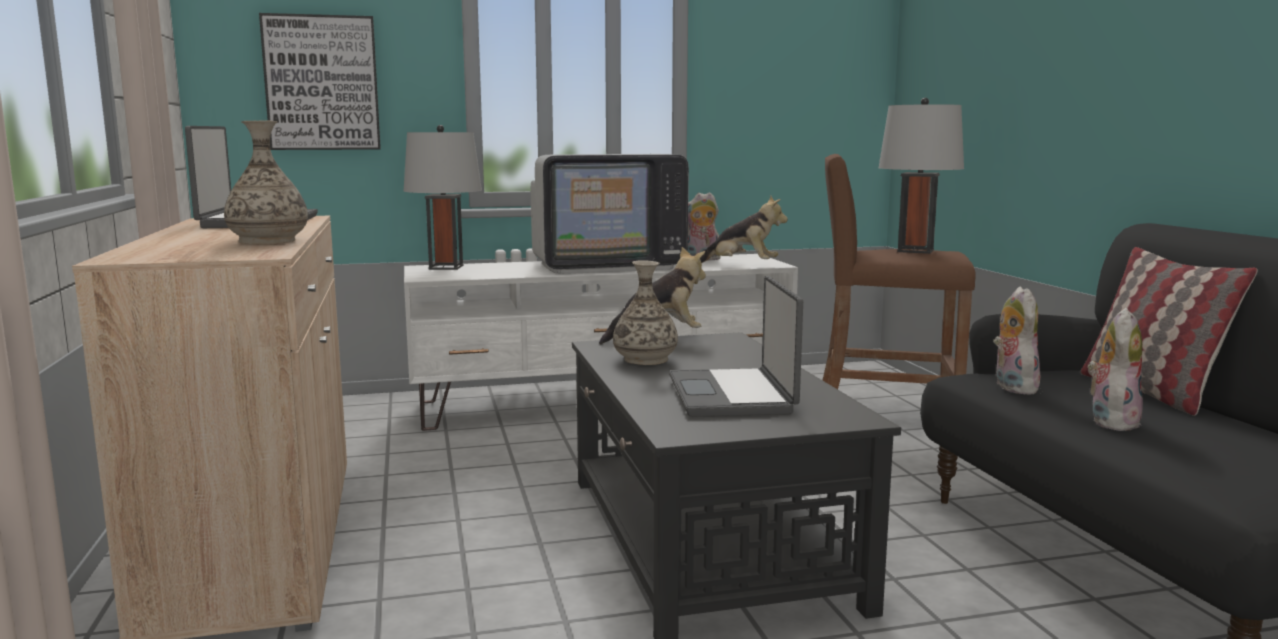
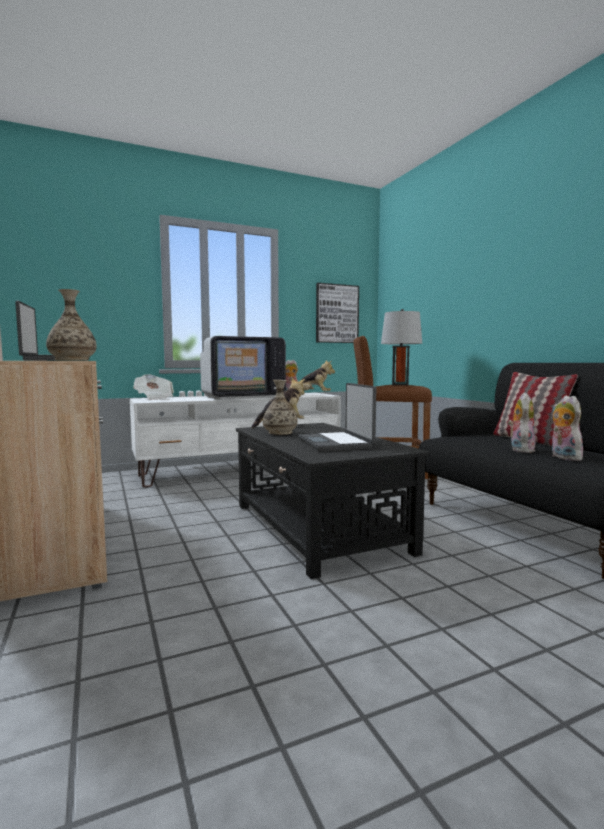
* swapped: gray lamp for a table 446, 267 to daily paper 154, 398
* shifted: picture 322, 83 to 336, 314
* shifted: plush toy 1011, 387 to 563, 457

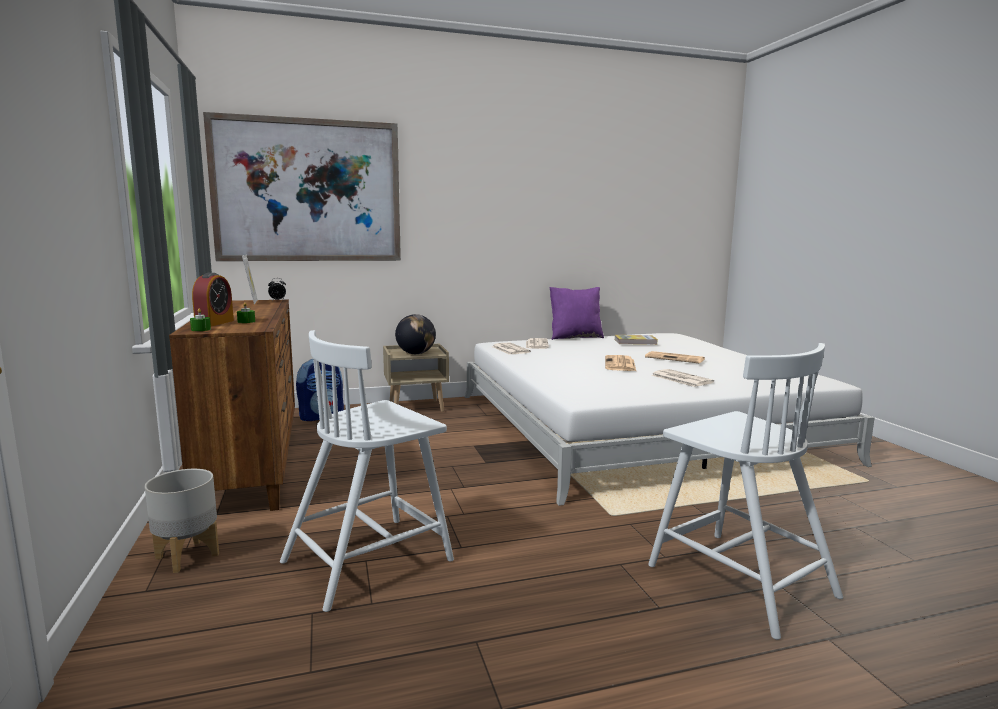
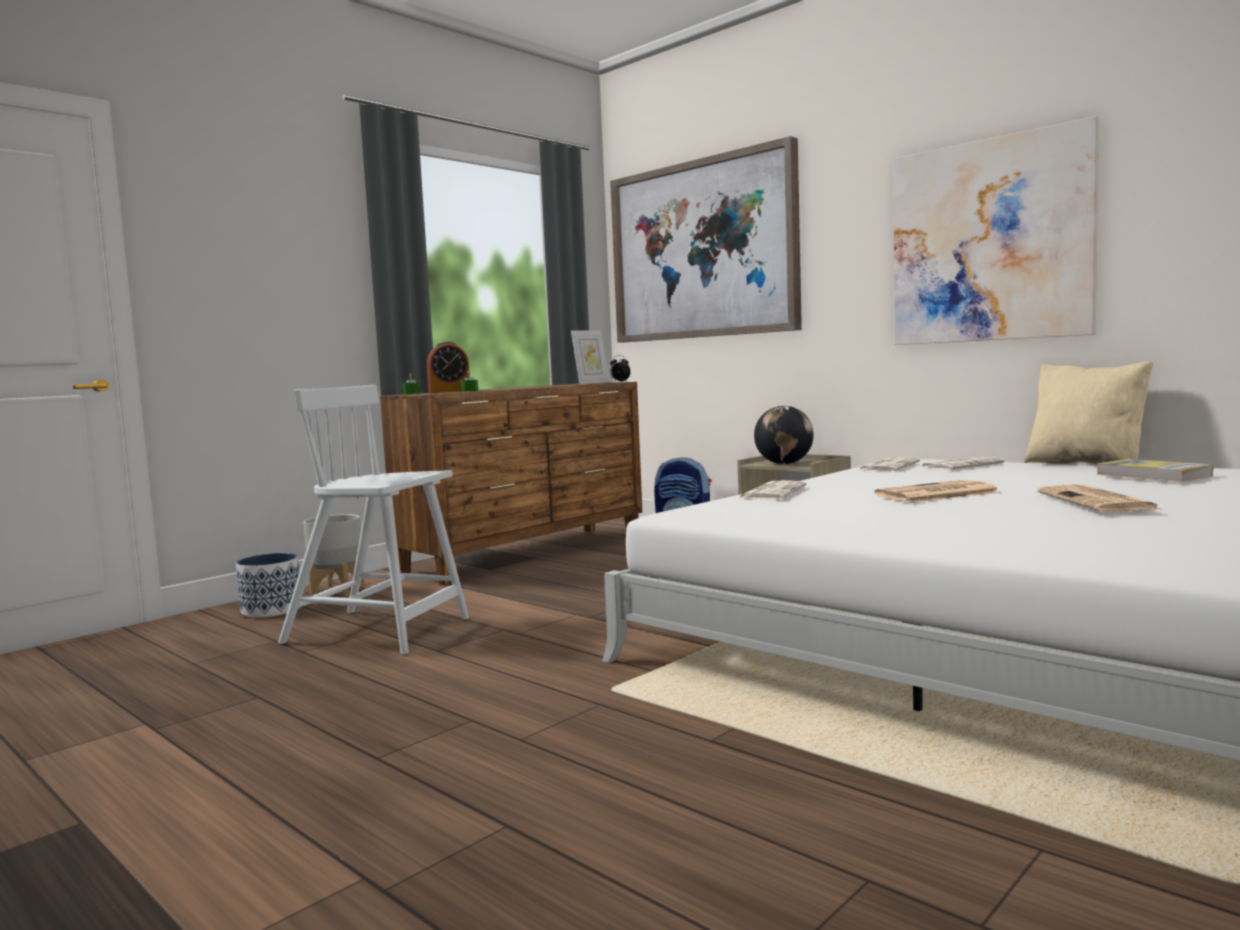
* new: planter 271, 610
* shifted: daily paper 680, 379 to 772, 492
* new: picture 989, 241
* repainted: purple-coloured pillow 575, 337 to sand-coloured pillow 1085, 464
* gone: white-coloured upright chair 738, 579

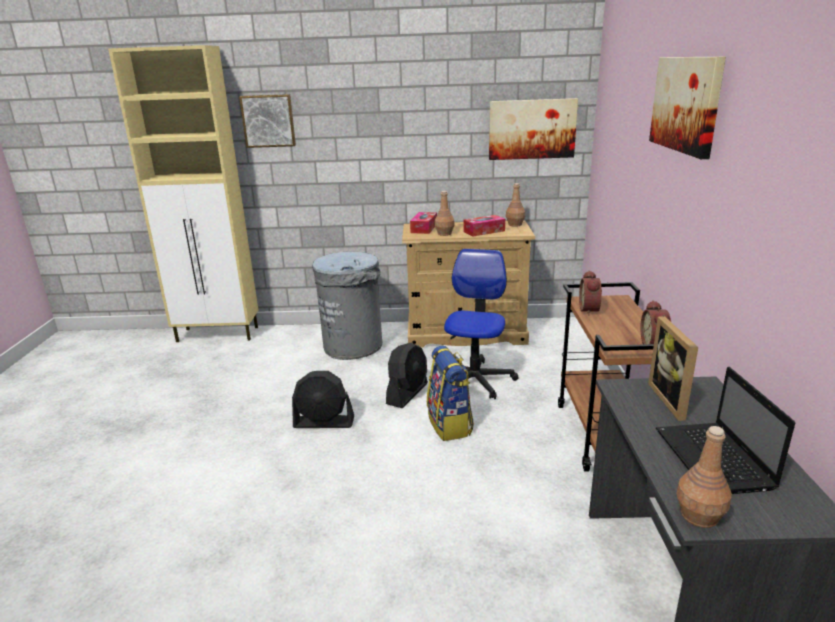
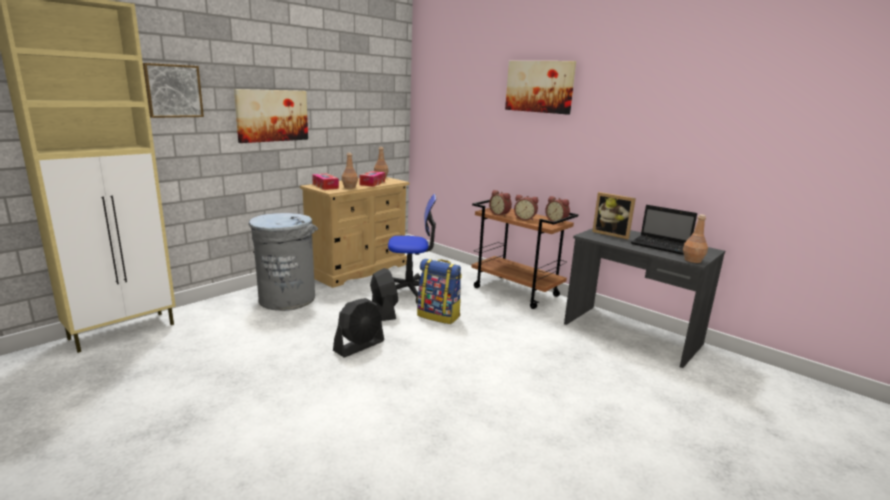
* shifted: picture 532, 129 to 272, 115
* rotated: computer chair 475, 380 = 410, 290 120 degrees clockwise
* new: bedside clock 525, 219

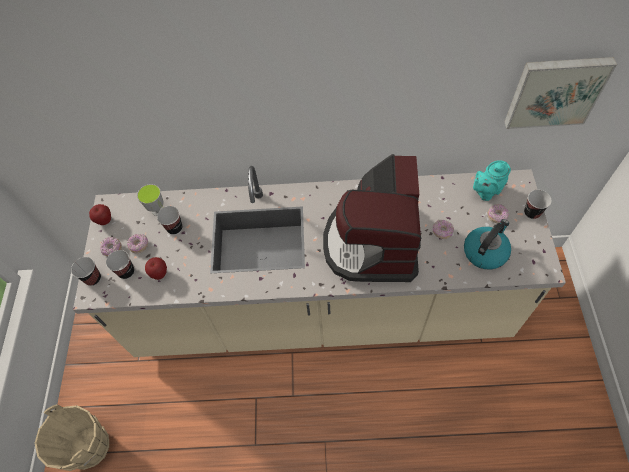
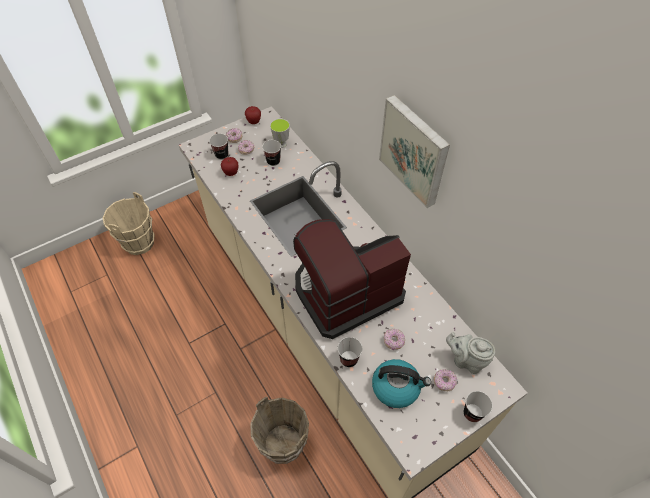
* new: brownish pail 283, 444
* shifted: cup 93, 278 to 348, 359
* shifted: picture 555, 91 to 415, 150
* repainted: turquoise-coloured teapot 486, 191 to gray teapot 466, 360

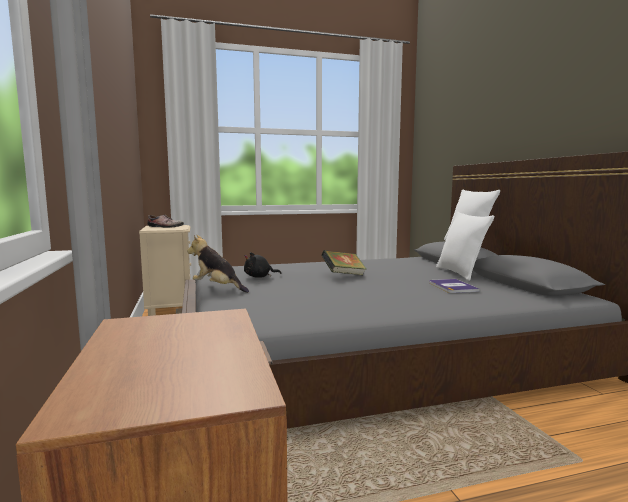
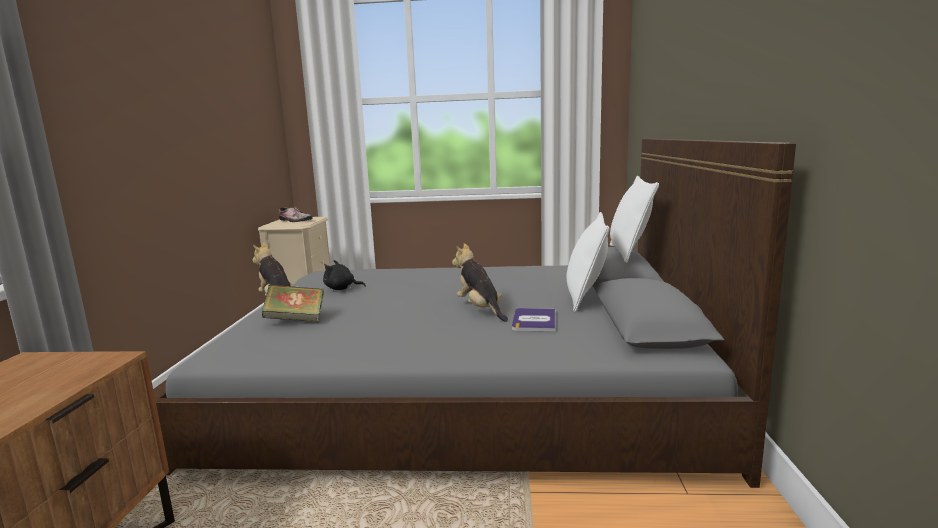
* shifted: bound book 343, 275 to 296, 320
* new: plush toy 480, 309

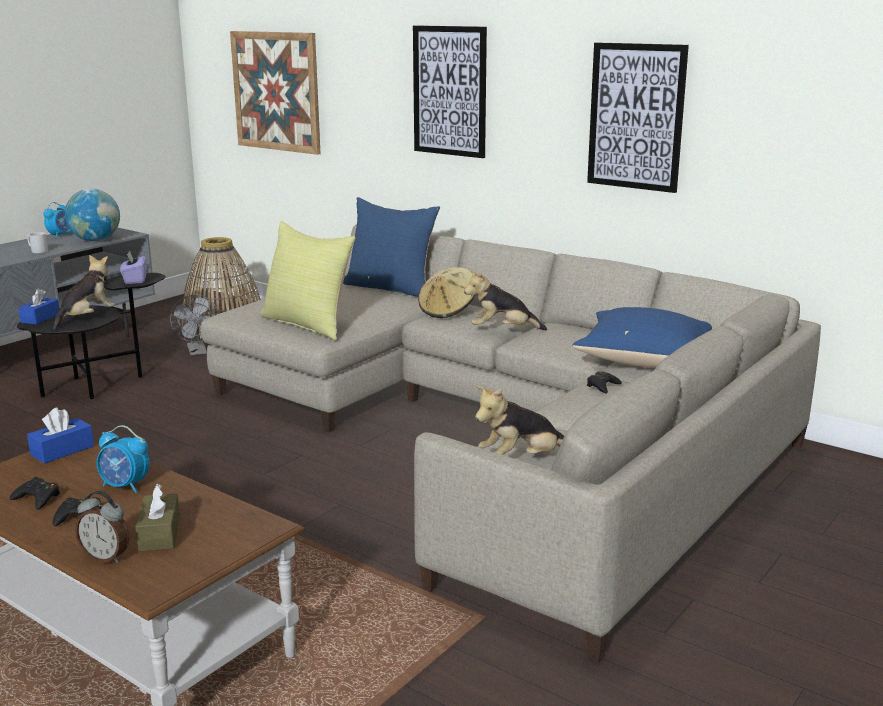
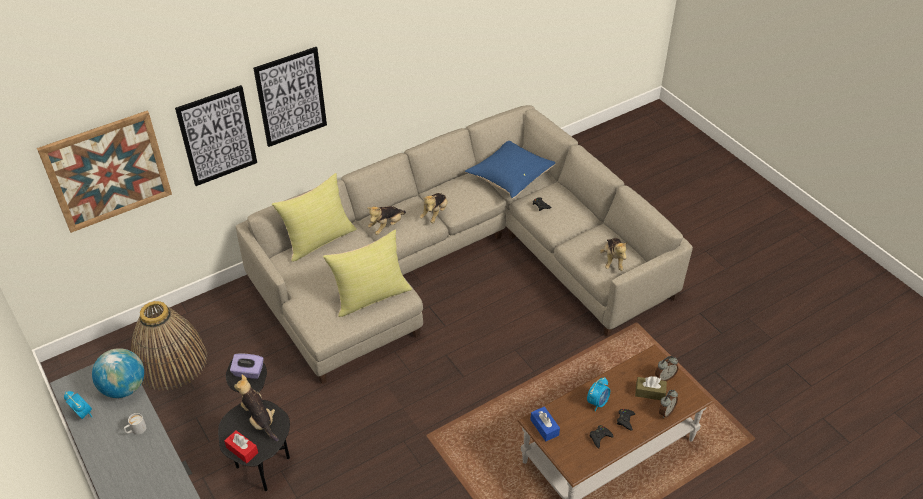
* shifted: picture 636, 117 to 217, 136
* repainted: bluish tissue holder 40, 318 to red-coloured tissue holder 242, 450
* repainted: bluish pillow 391, 288 to yellow pillow 319, 240
* swapped: sand-coloured wearable hat 448, 311 to plush toy 386, 226
* new: bedside clock 664, 377
* gone: gray fan 198, 352

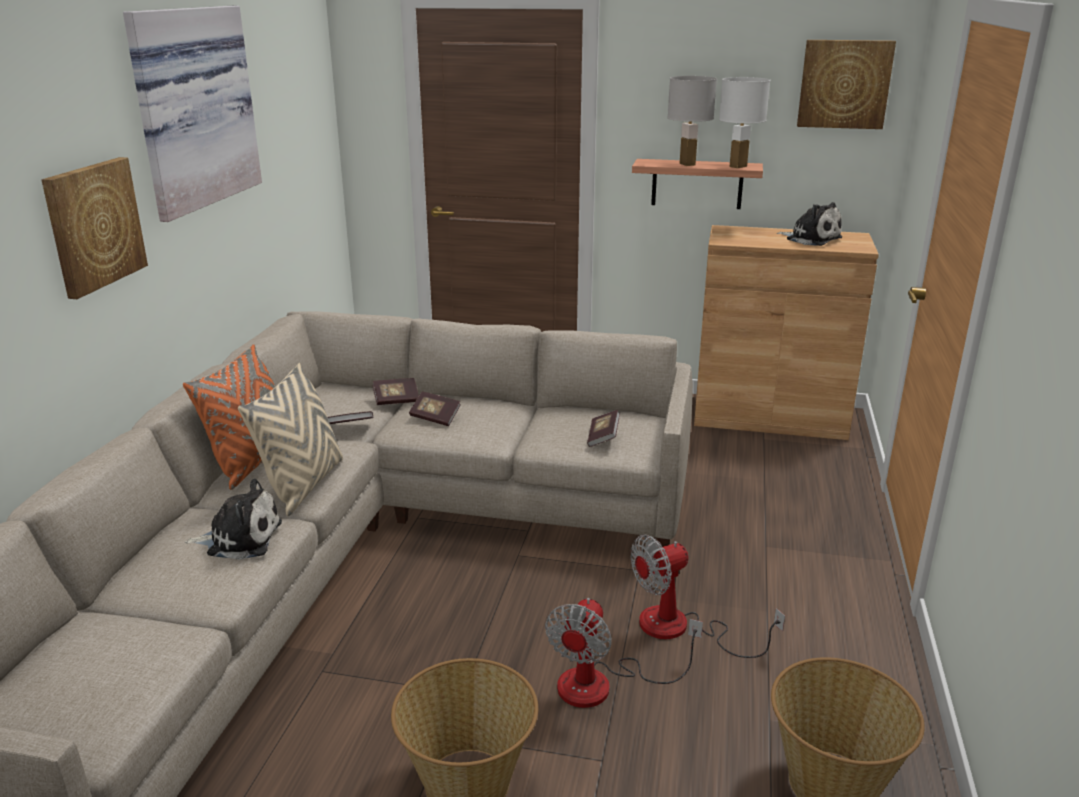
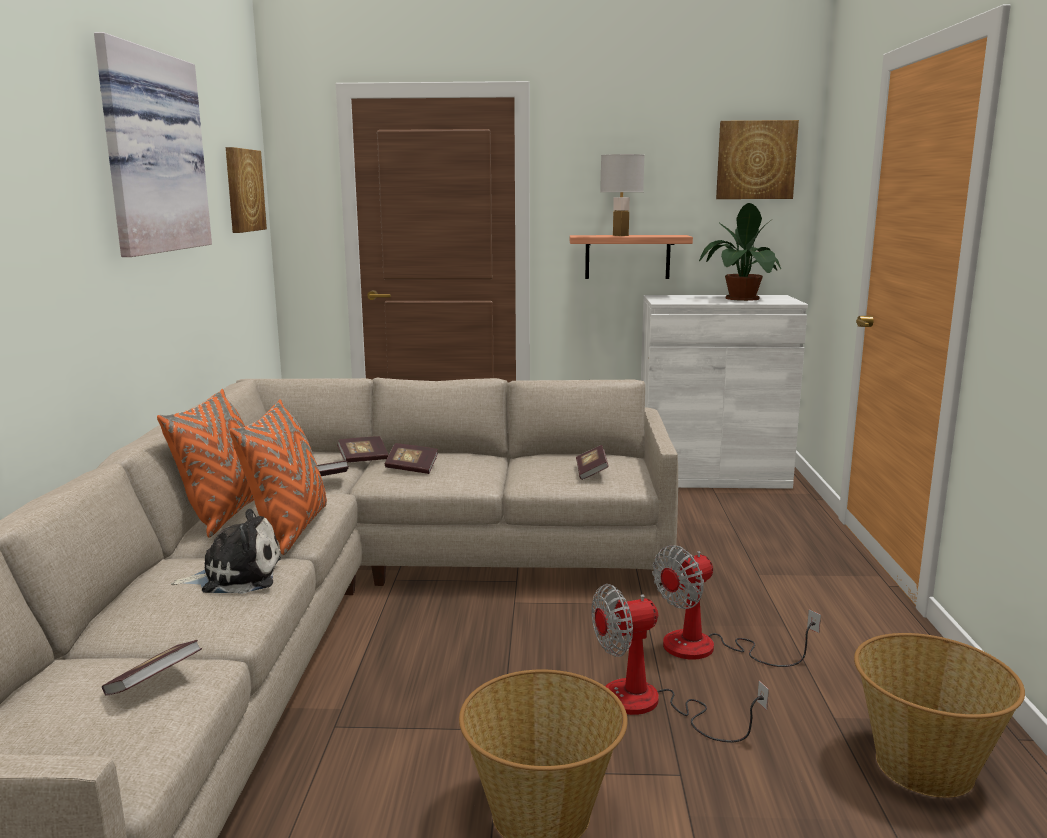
* new: bound book 154, 684
* shifted: picture 94, 225 to 243, 190
* repainted: sand-coloured pillow 303, 485 to orangey pillow 290, 529
* rotated: fan 602, 684 = 650, 705 60 degrees clockwise
* repainted: brownish cupboard 769, 417 to white-coloured cupboard 712, 476
* swapped: plush toy 811, 239 to houseplant 740, 298
* gone: white-coloured lamp for a table 738, 166

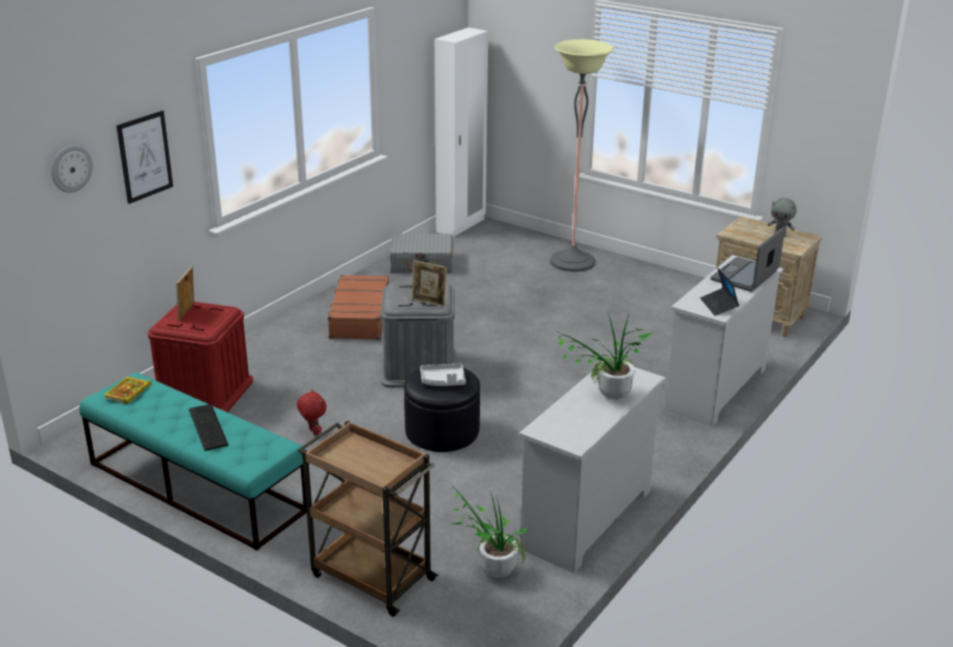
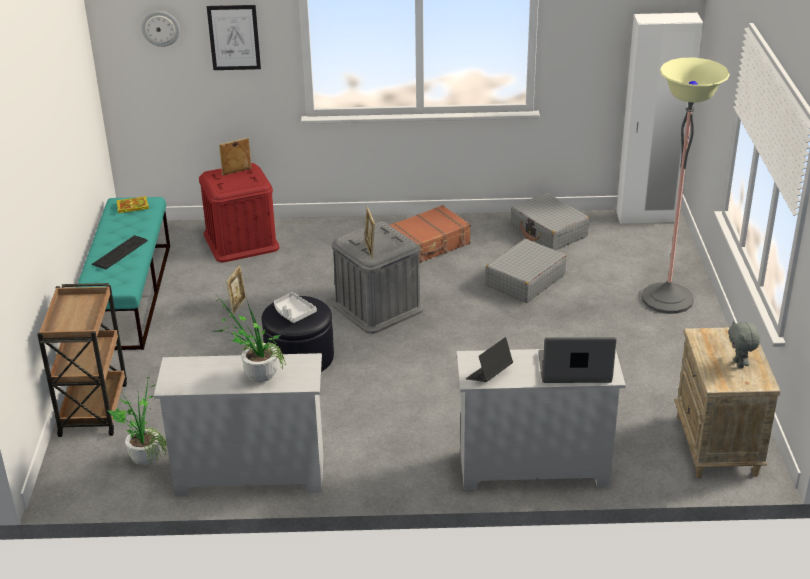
* swapped: red-coloured plush toy 313, 432 to picture frame 238, 305
* new: gray travel case 524, 280

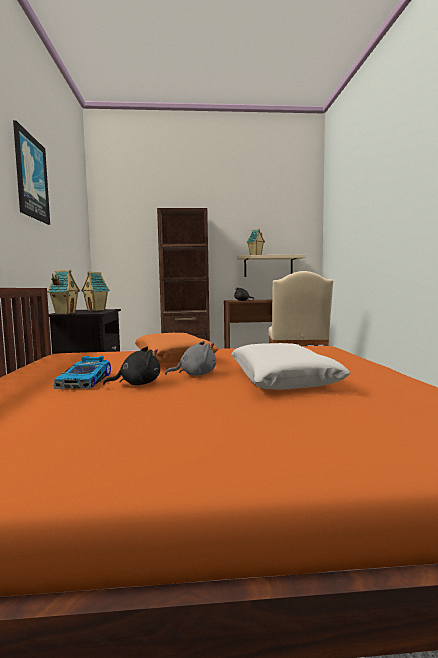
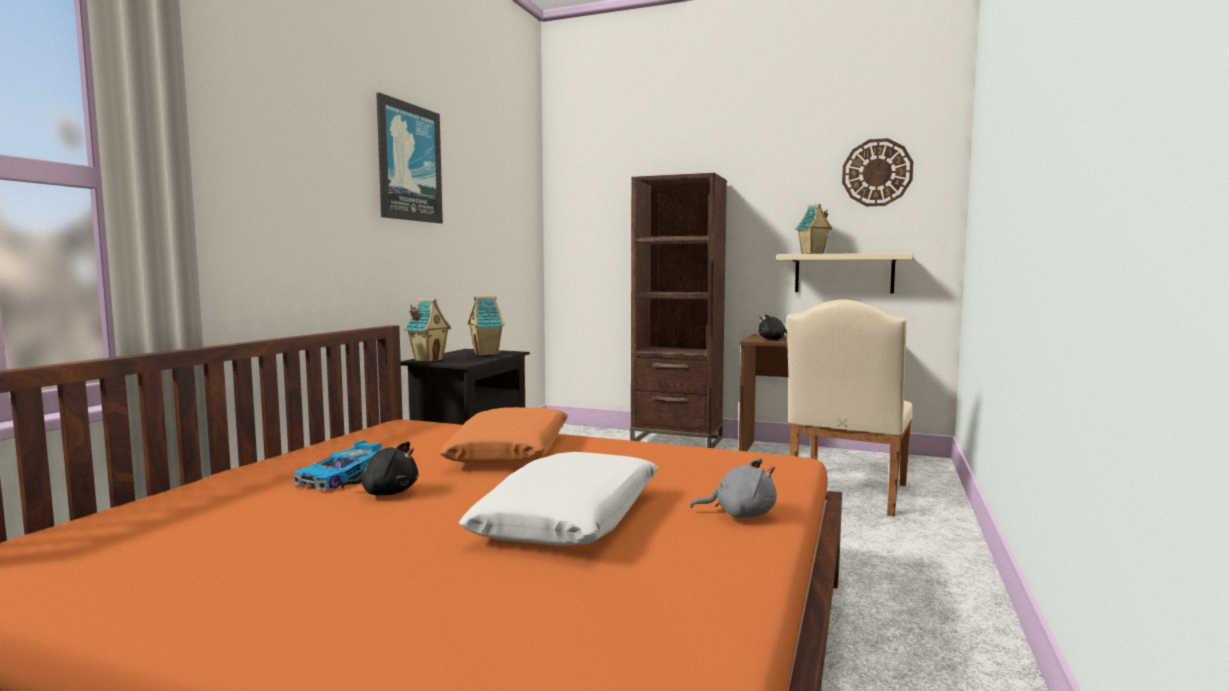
* shifted: gray plush toy 195, 375 to 740, 514
* new: wall clock 877, 172

